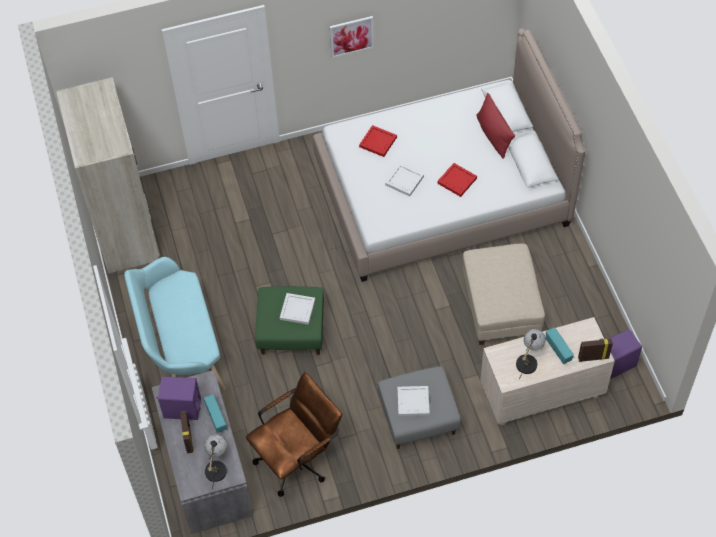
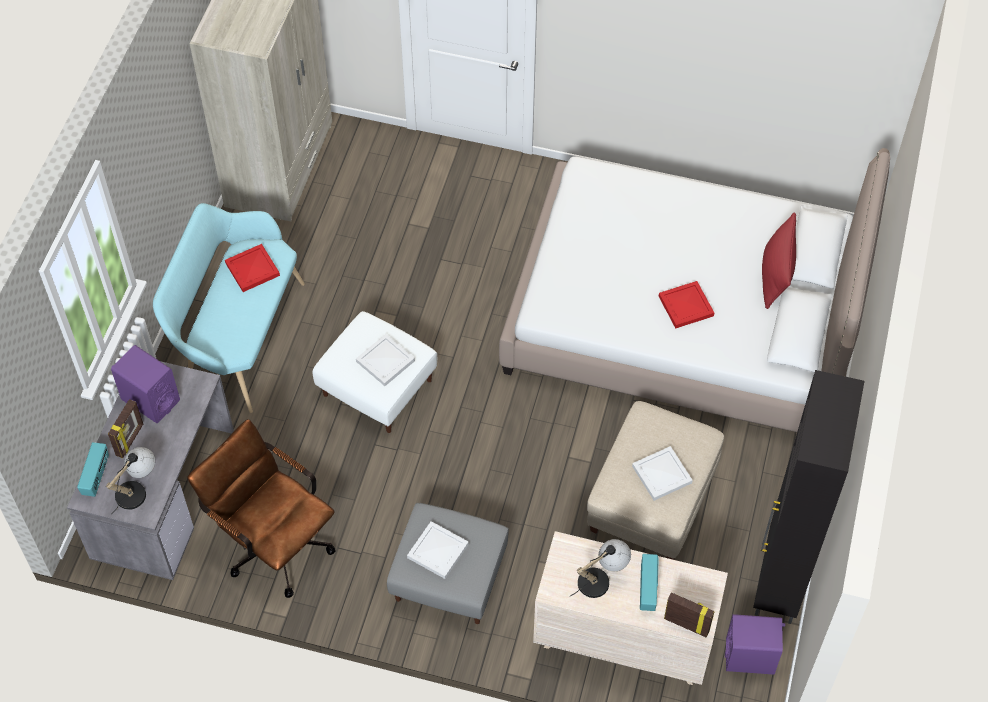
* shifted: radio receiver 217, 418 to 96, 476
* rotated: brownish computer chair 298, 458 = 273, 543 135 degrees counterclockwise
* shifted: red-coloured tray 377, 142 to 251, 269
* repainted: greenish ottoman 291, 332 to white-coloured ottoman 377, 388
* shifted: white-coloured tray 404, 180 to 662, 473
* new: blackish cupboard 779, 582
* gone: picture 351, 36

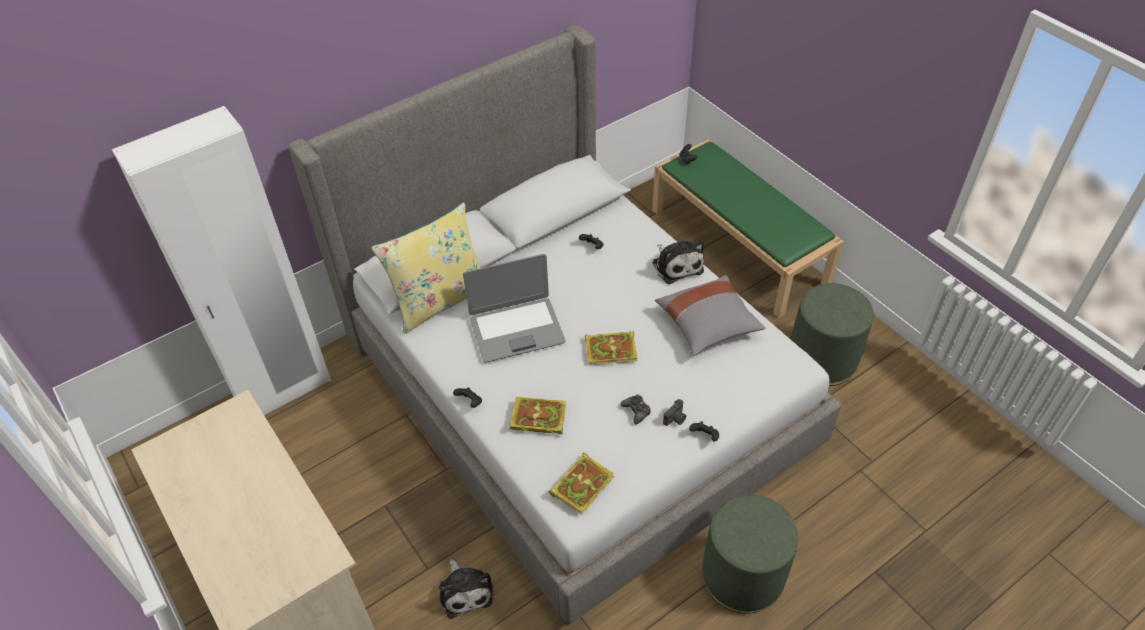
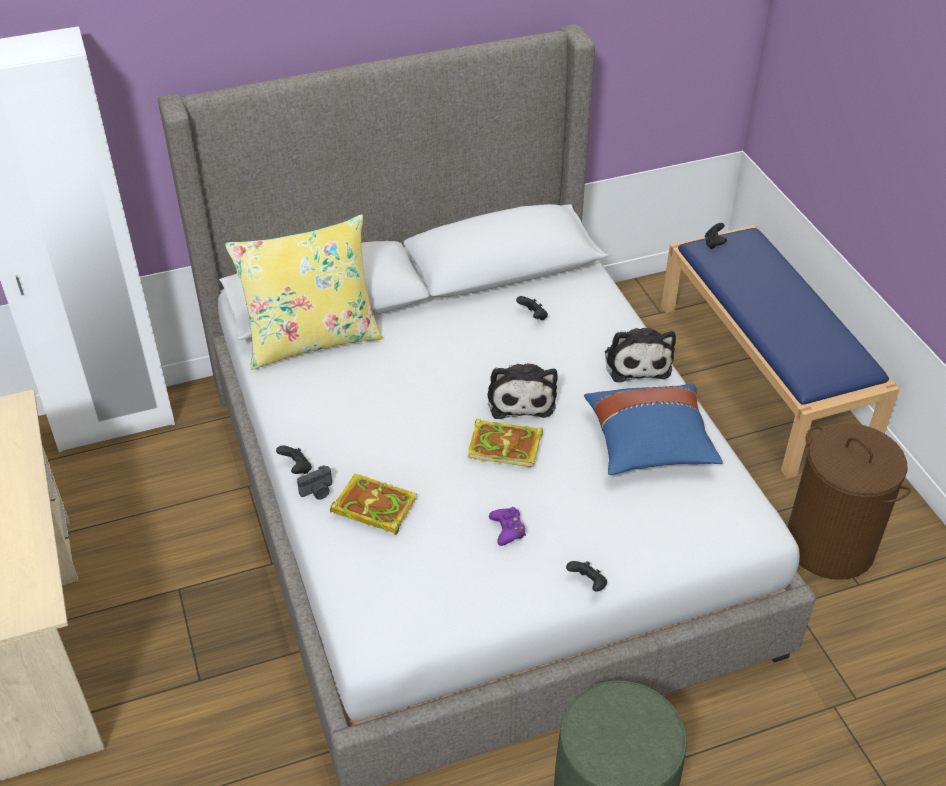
* shifted: still camera 675, 419 to 318, 492
* shifted: plush toy 465, 590 to 521, 398
* repainted: blackish joypad 636, 411 to purple-coloured joypad 507, 529
* repainted: gray pillow 708, 325 to bluish pillow 649, 444
* repainted: greenish indoor bench 739, 246 to bluish indoor bench 764, 376
* swapped: greenish ottoman 822, 359 to brownish washing basket 830, 546
* gone: notebook computer 516, 329
* gone: bound book 582, 484

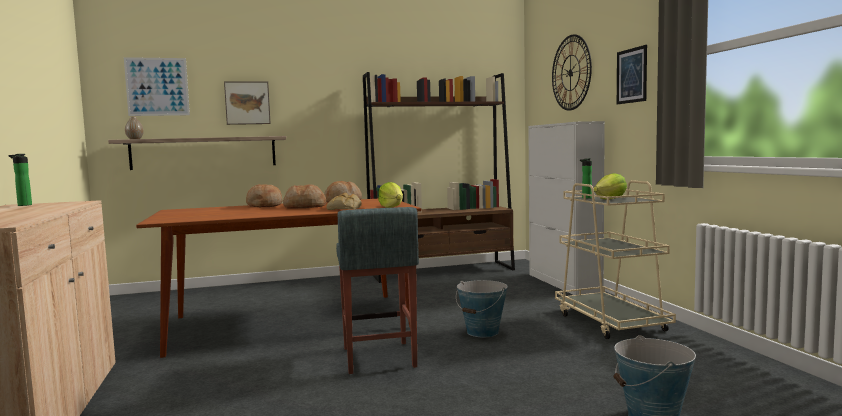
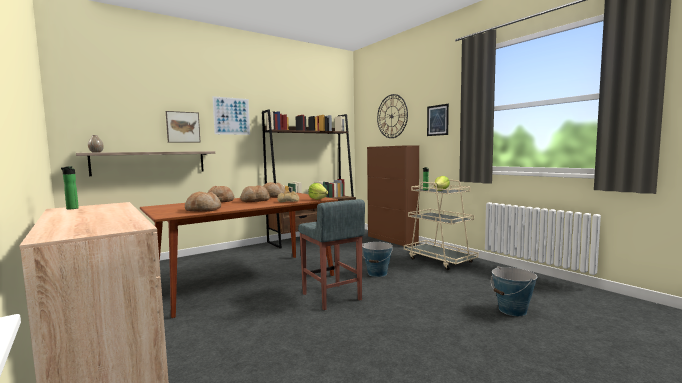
* new: baked bread 203, 210
* shifted: picture 157, 86 to 231, 116
* repainted: white-coloured cupboard 563, 283 to brownish cupboard 392, 240

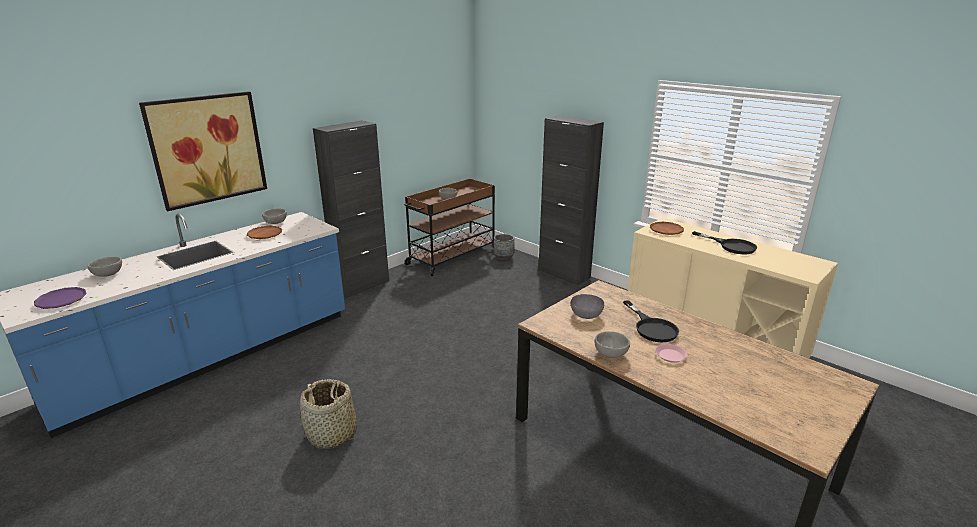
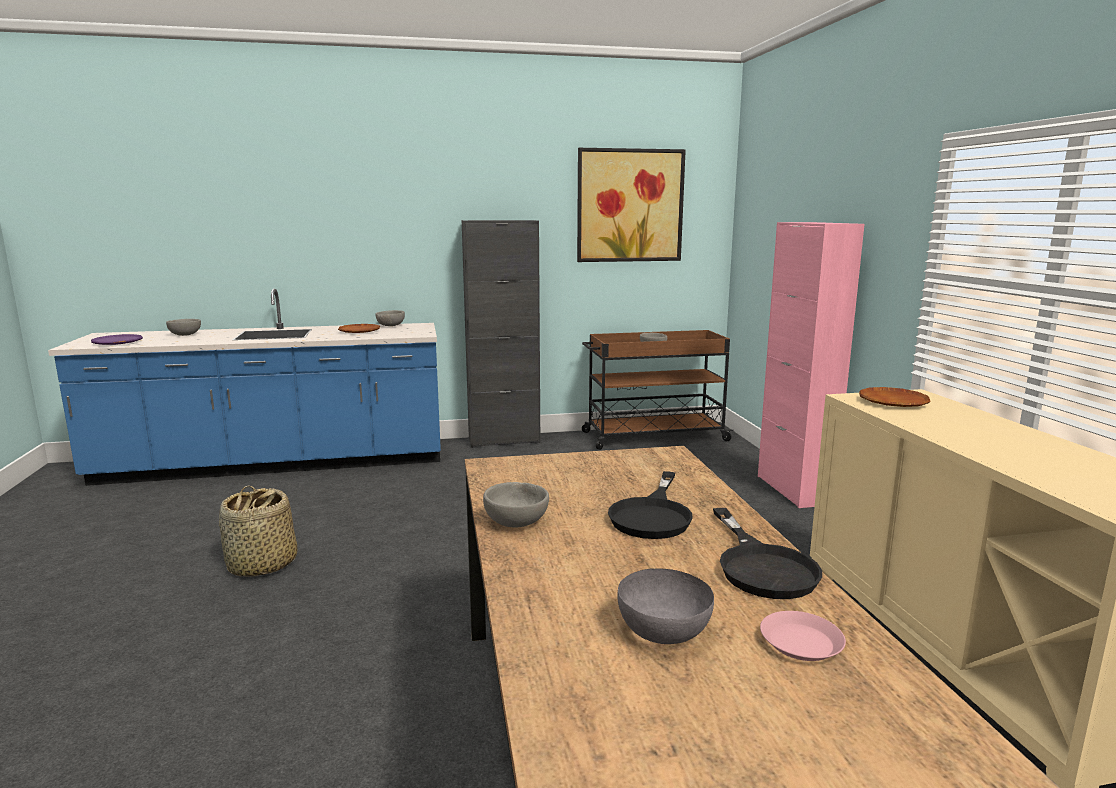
* shifted: picture 208, 149 to 630, 206
* shifted: gray bowl 586, 314 to 664, 629
* shifted: blackish pan 731, 246 to 761, 565
* repainted: blackish cupboard 564, 274 to pinkish cupboard 794, 490
* shifted: pinkish plate 671, 356 to 801, 642
* gone: gray planter 503, 257

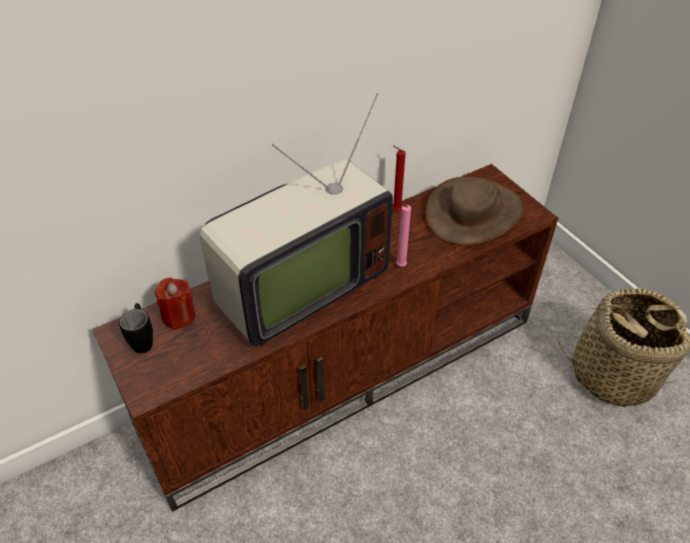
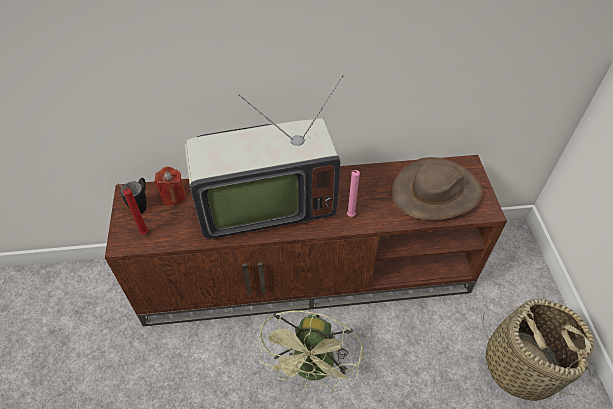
* shifted: red-coloured wax candle 395, 210 to 143, 232
* new: greenish fan 313, 370

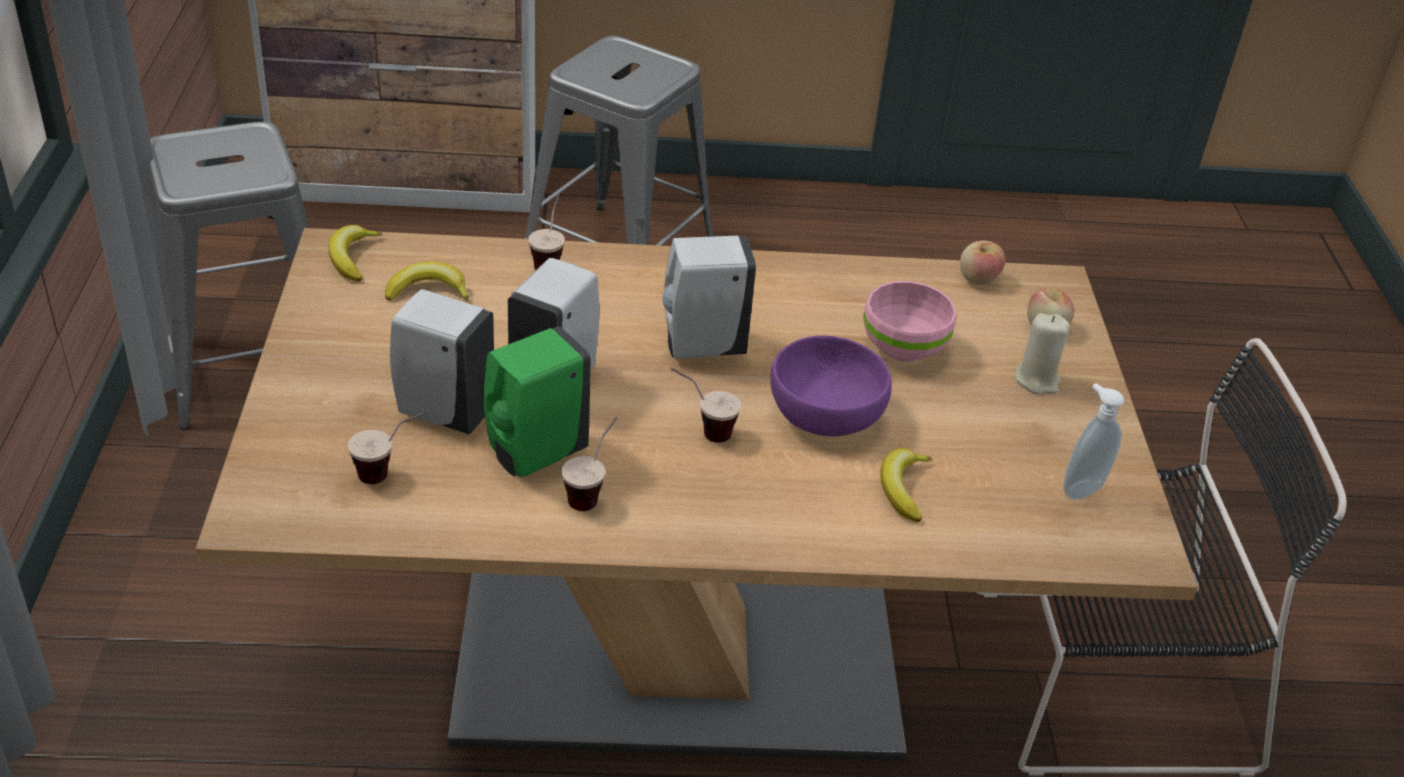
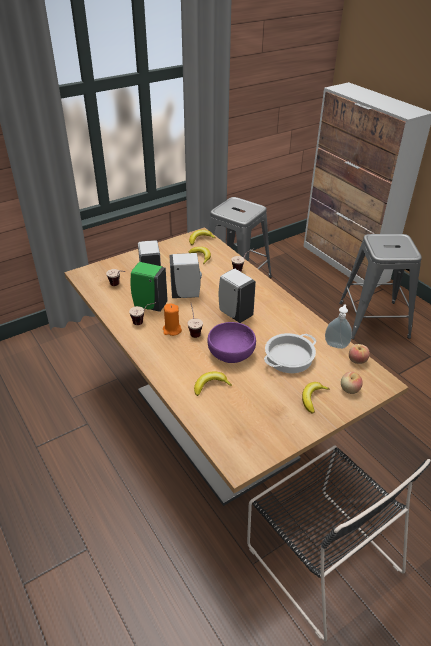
* new: orangey wax candle 172, 330
* swapped: pinkish bowl 905, 349 to stockpot 289, 358
* swapped: sand-coloured wax candle 1037, 380 to banana 312, 398
* shifted: liquid soap bottle 1080, 488 to 336, 344

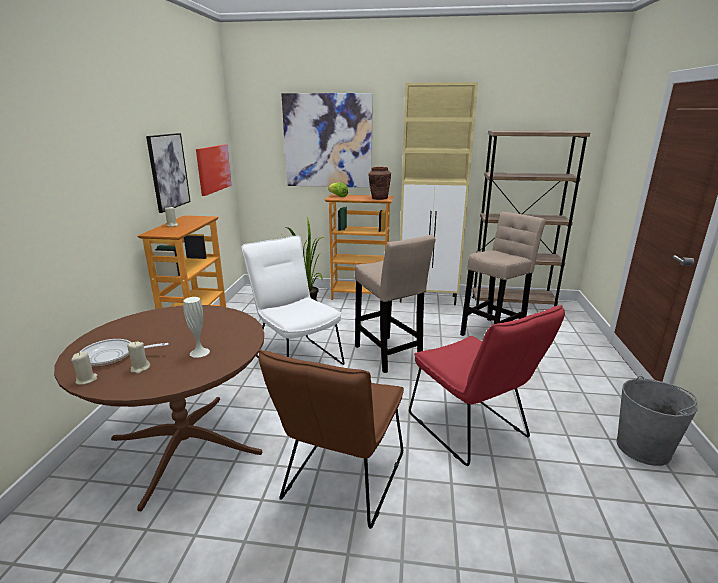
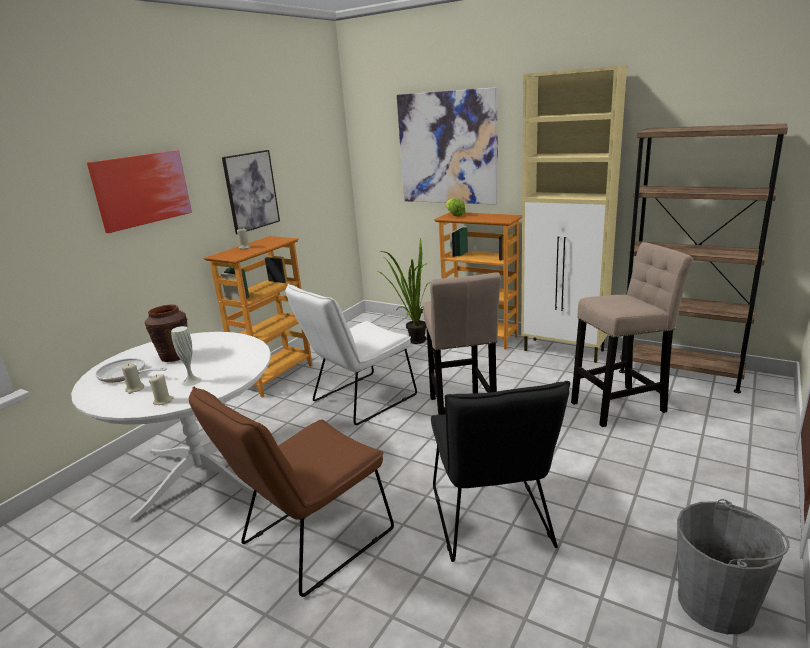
* repainted: brownish dining table 185, 446 to white-coloured dining table 201, 472
* shifted: picture 213, 168 to 142, 189
* shifted: brownish vase 379, 198 to 174, 357
* shifted: sand-coloured wax candle 86, 380 to 163, 401
* rotated: white-coloured upright chair 295, 357 = 358, 401 120 degrees counterclockwise
* repainted: red-coloured upright chair 472, 430 to blackish upright chair 492, 523

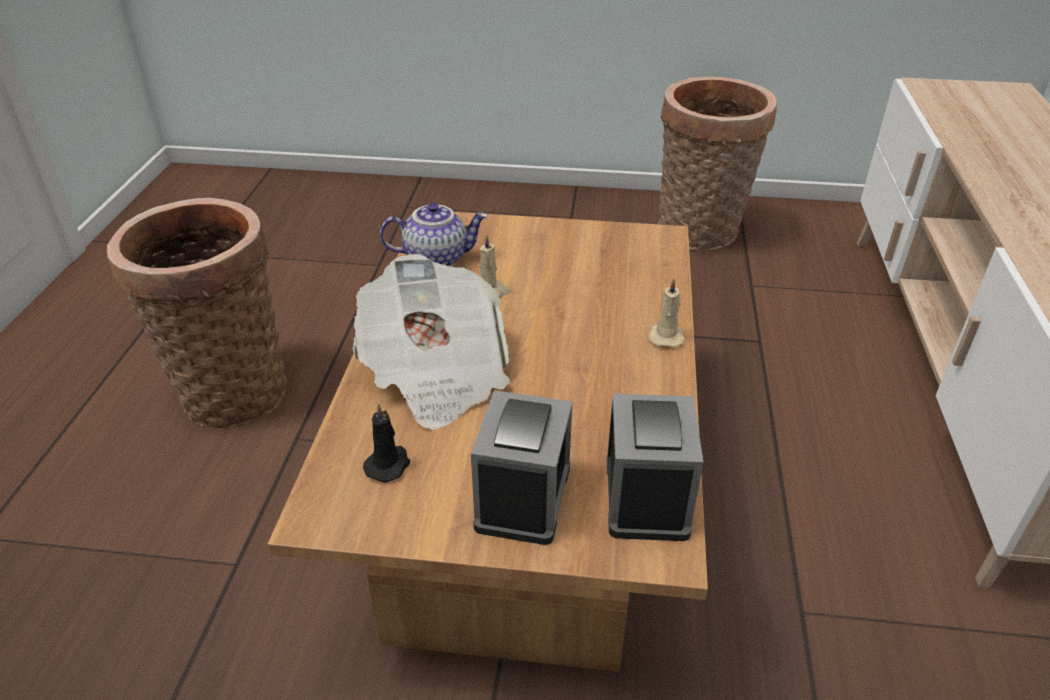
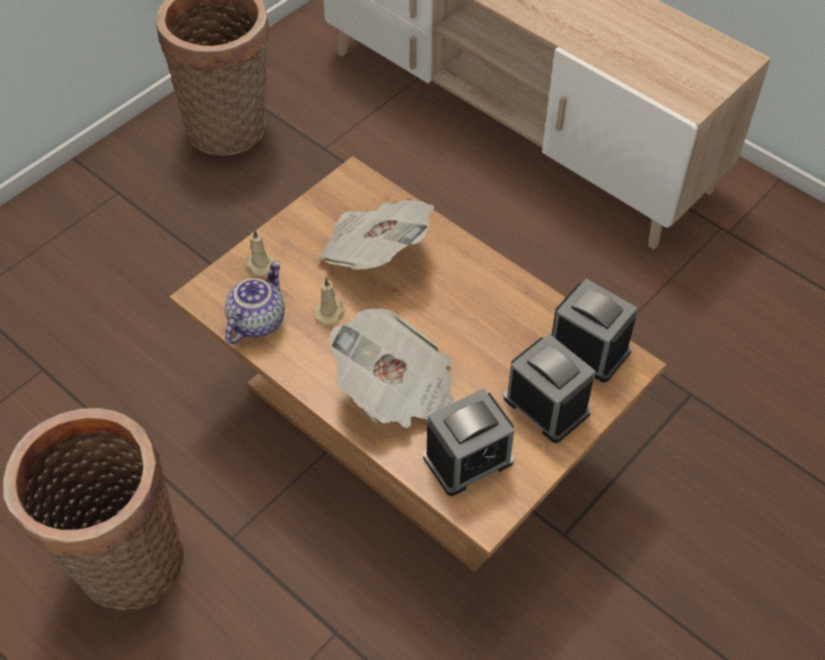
* shifted: sand-coloured wax candle 666, 336 to 259, 264
* new: daily paper 375, 252
* swapped: blackish wax candle 388, 464 to bedside clock 468, 459

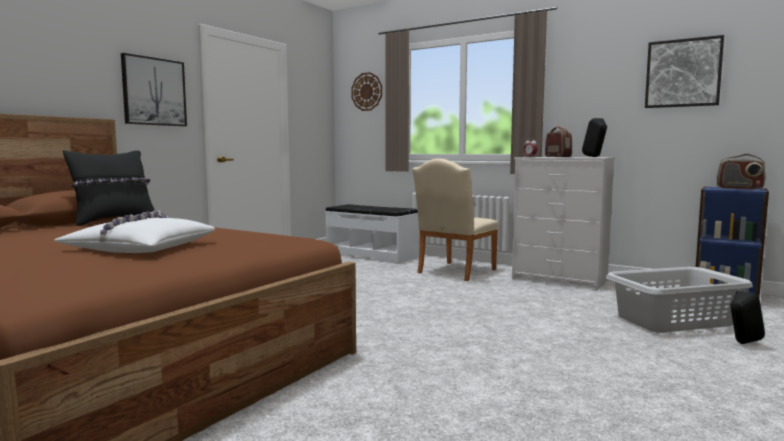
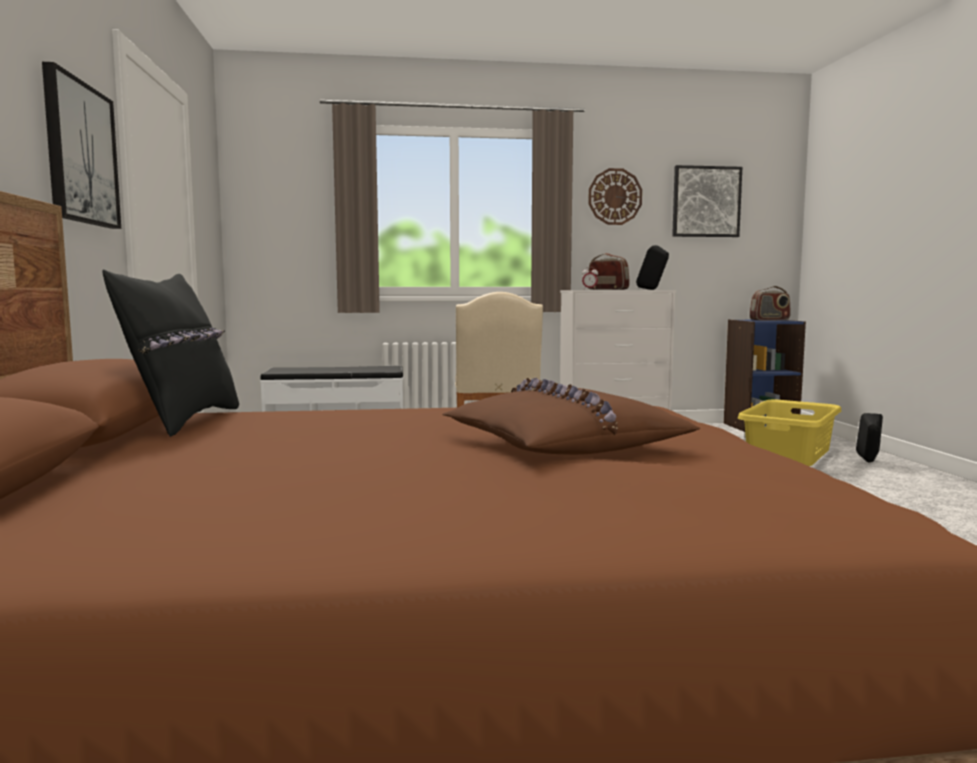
* repainted: white-coloured pillow 141, 248 to brownish pillow 561, 445
* shifted: wall clock 367, 91 to 615, 196
* repainted: gray washing basket 675, 320 to yellow washing basket 789, 454

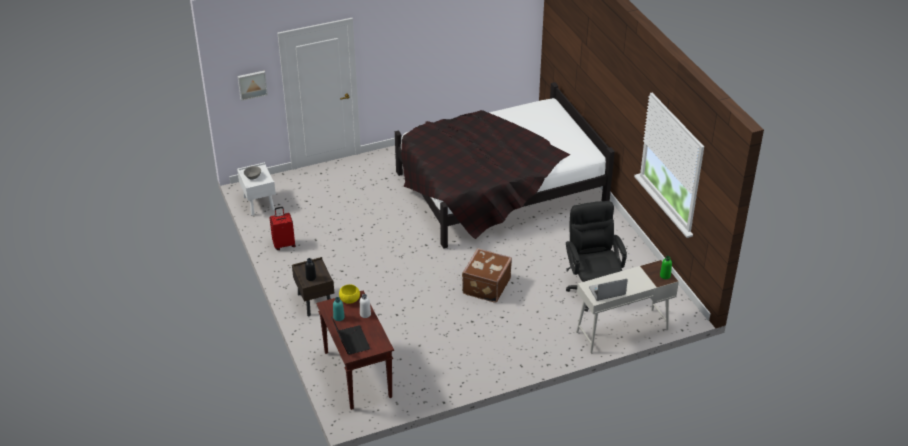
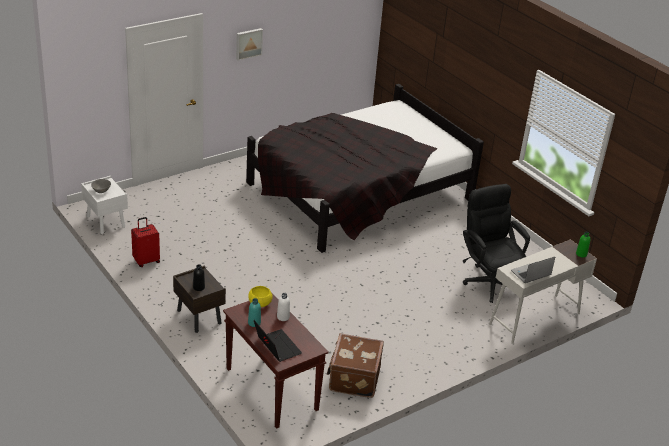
* shifted: picture 252, 84 to 248, 43
* shifted: brownish travel case 485, 286 to 353, 378

